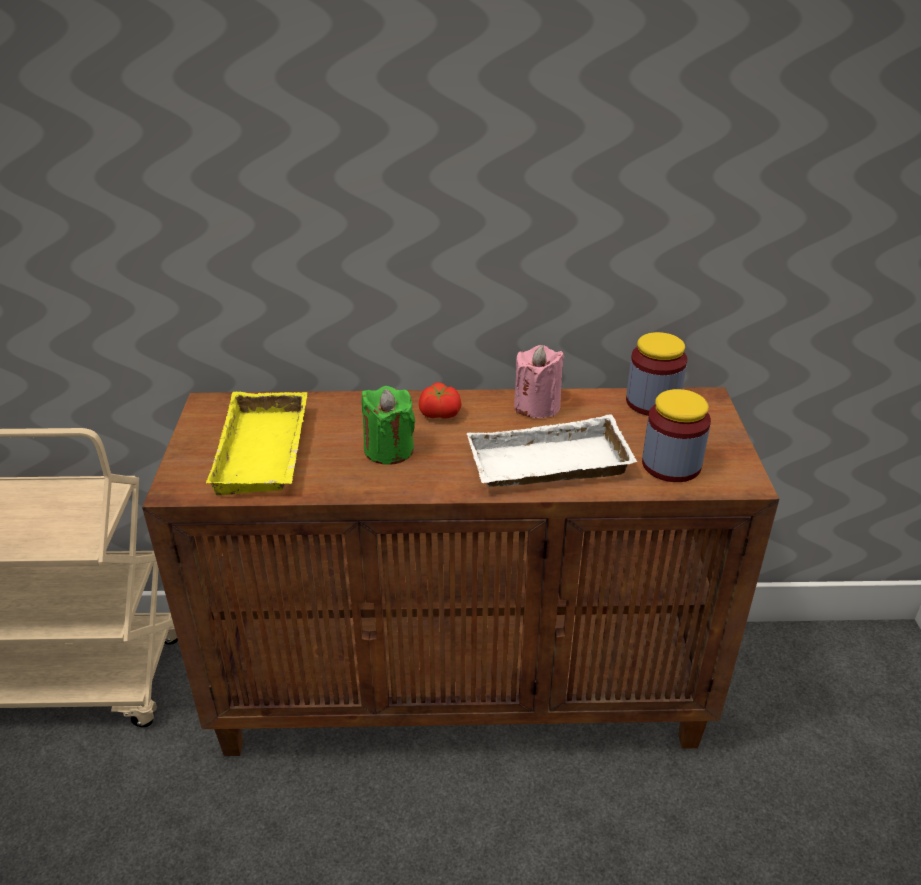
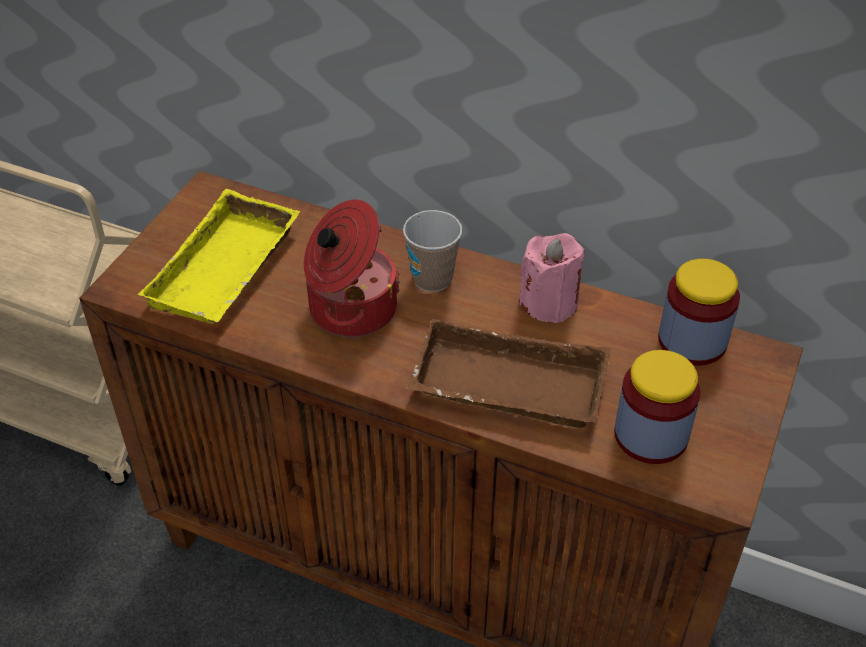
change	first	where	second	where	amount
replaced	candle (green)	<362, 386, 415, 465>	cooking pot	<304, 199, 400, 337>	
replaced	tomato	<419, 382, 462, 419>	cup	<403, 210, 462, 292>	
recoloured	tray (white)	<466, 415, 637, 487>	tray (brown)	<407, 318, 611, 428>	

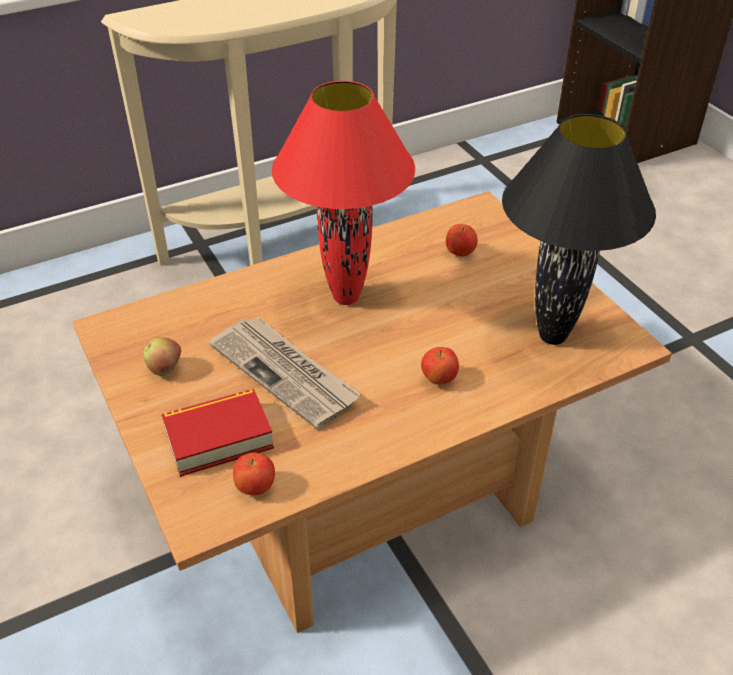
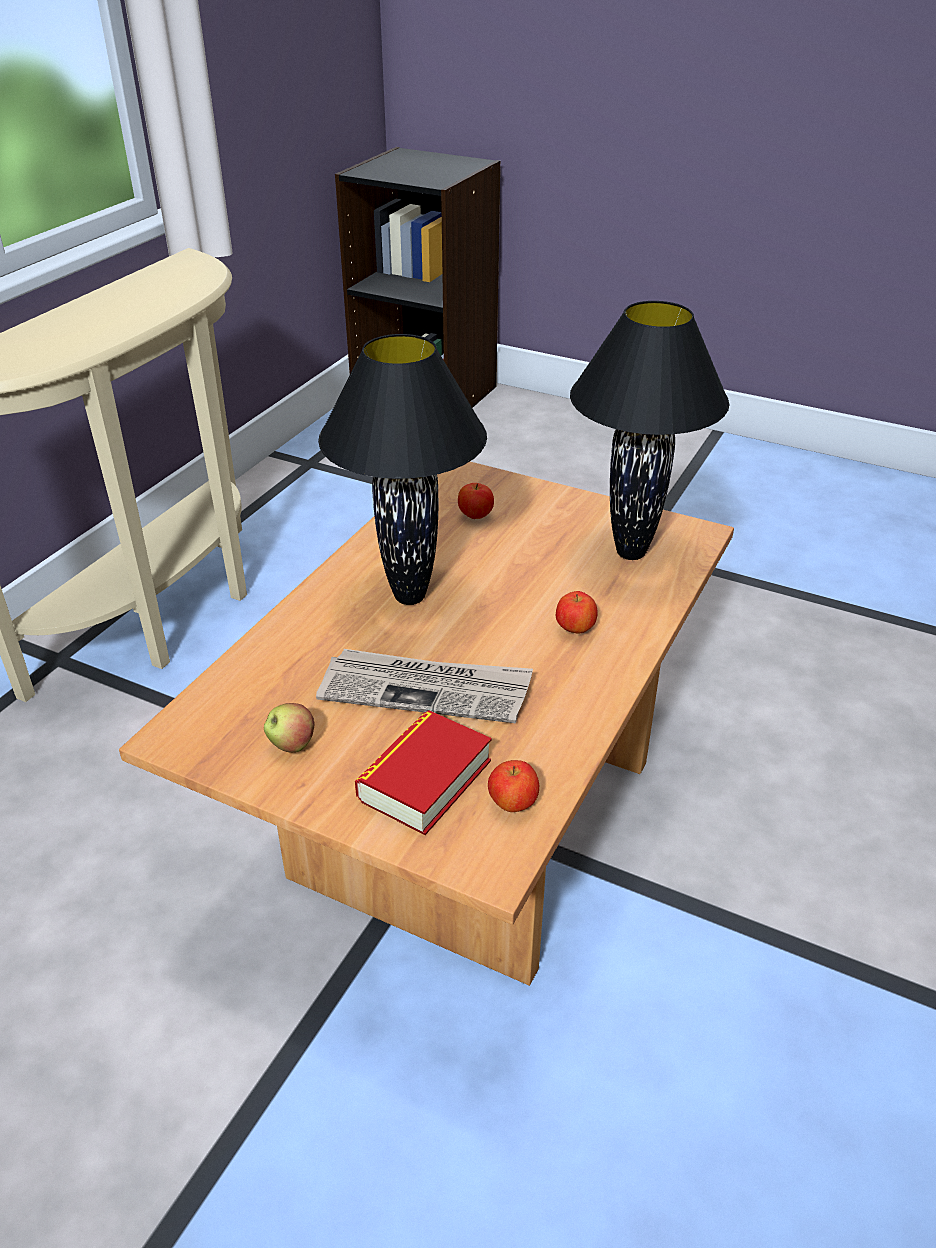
change	first	where	second	where	amount
recoloured	table lamp (red)	<272, 81, 415, 305>	table lamp (black)	<318, 334, 487, 605>	

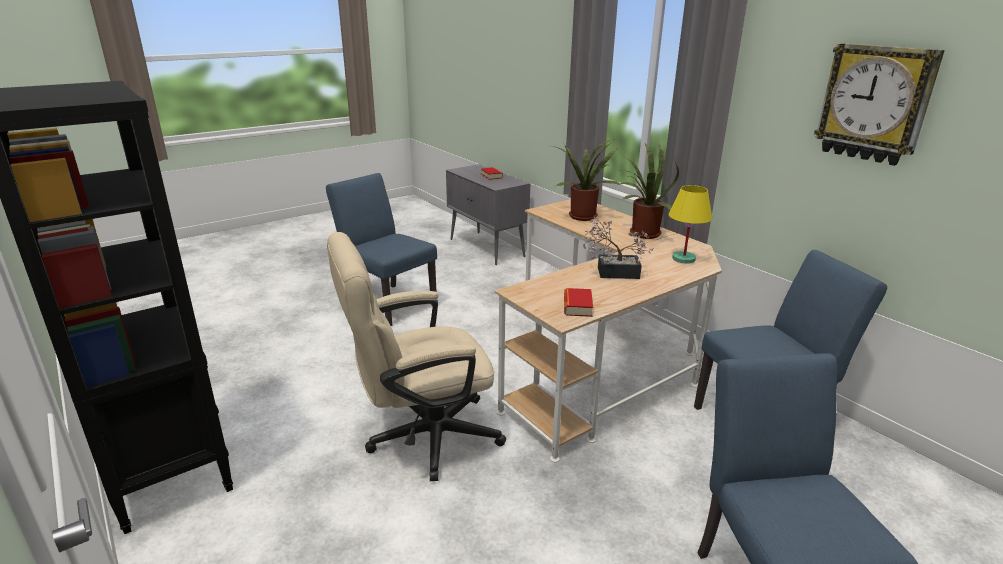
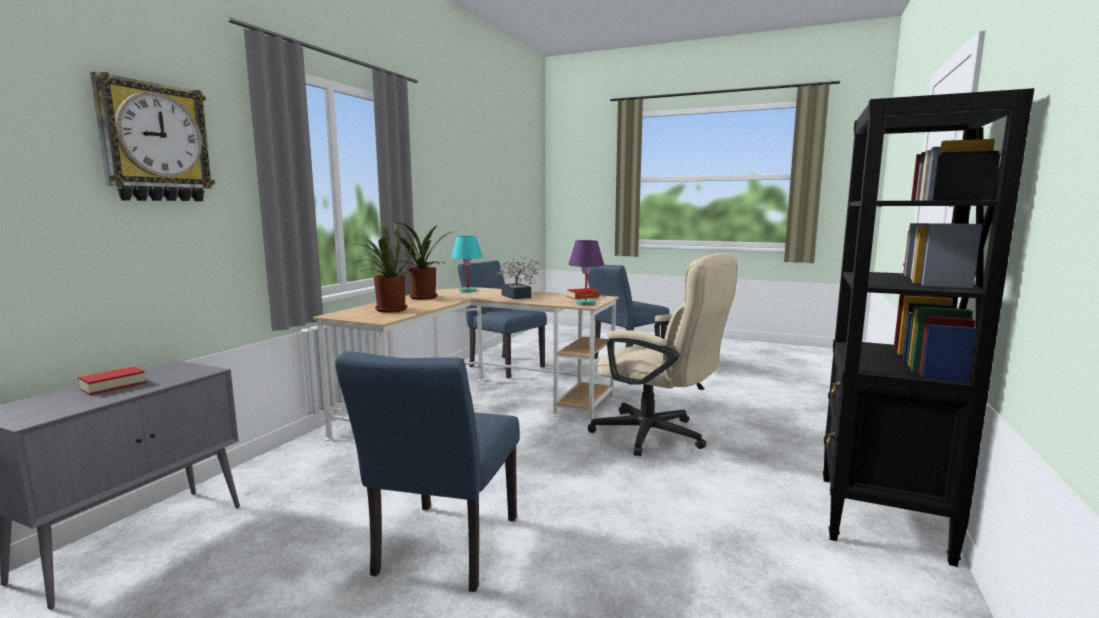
change	first	where	second	where	amount
added			table lamp (purple)	<568, 240, 604, 306>	
moved	wall clock	<814, 43, 945, 166>		<90, 72, 215, 201>	
recoloured	table lamp (yellow)	<669, 185, 712, 264>	table lamp (turquoise)	<451, 236, 483, 293>	

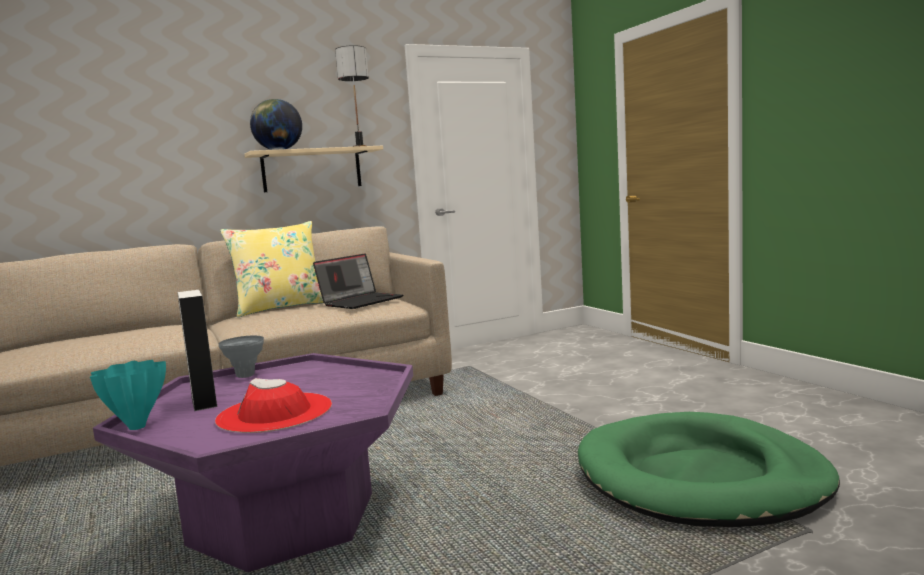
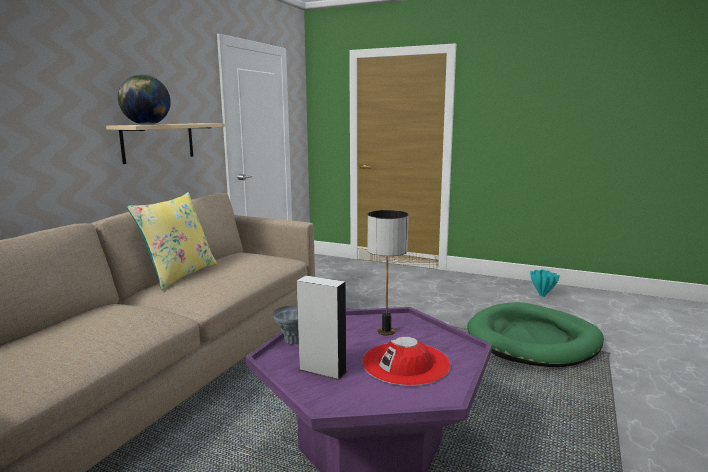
change	first	where	second	where	amount
removed	laptop	<313, 254, 403, 309>			
moved	vase (turquoise)	<90, 360, 166, 430>		<530, 269, 560, 297>	
moved	table lamp	<335, 45, 369, 147>		<368, 210, 408, 336>	

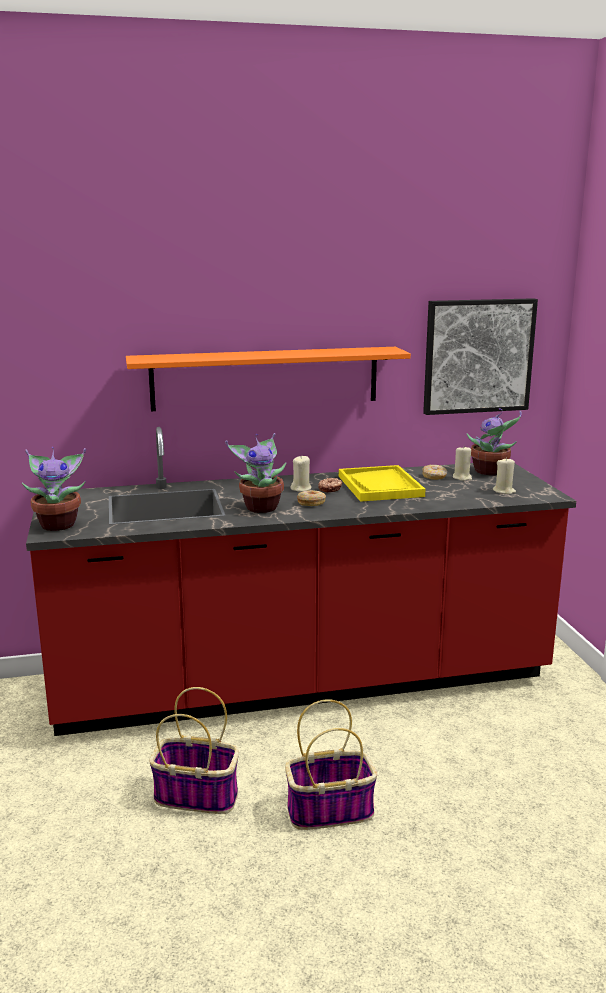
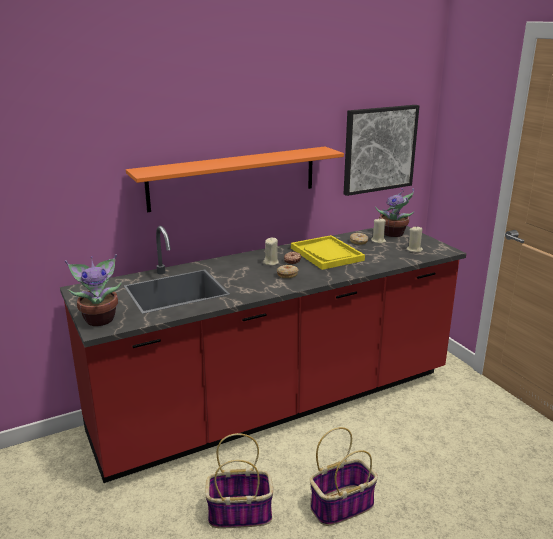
change	first	where	second	where	amount
removed	potted plant	<225, 433, 286, 513>			

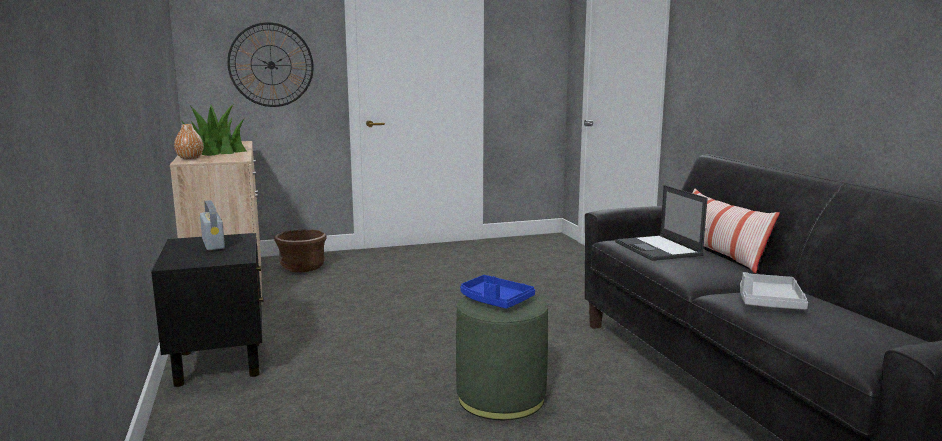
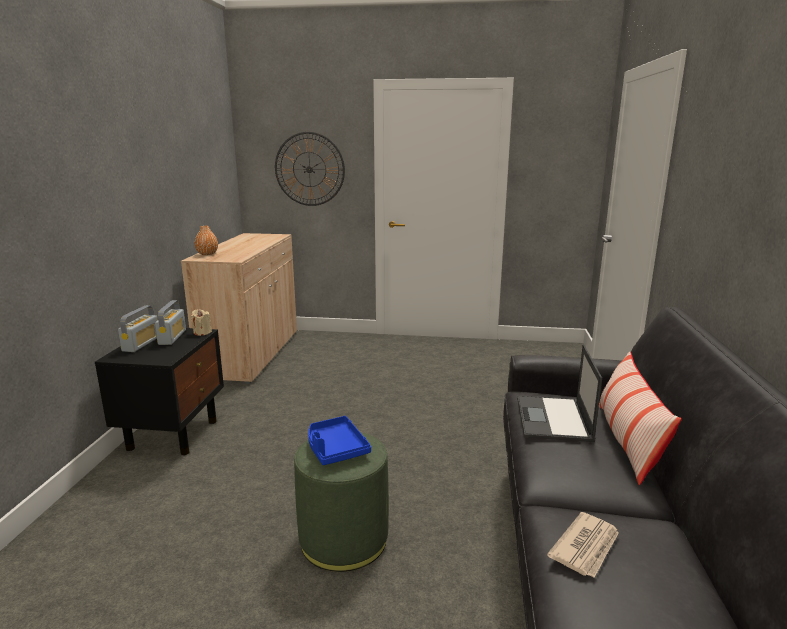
change	first	where	second	where	amount
removed	potted plant	<181, 105, 246, 156>			
removed	planter (brown)	<274, 229, 327, 272>			
added			radio	<118, 306, 157, 352>	
added			candle (beige)	<191, 309, 212, 336>	
replaced	tray (grey)	<740, 272, 808, 310>	newspaper	<547, 512, 619, 578>	

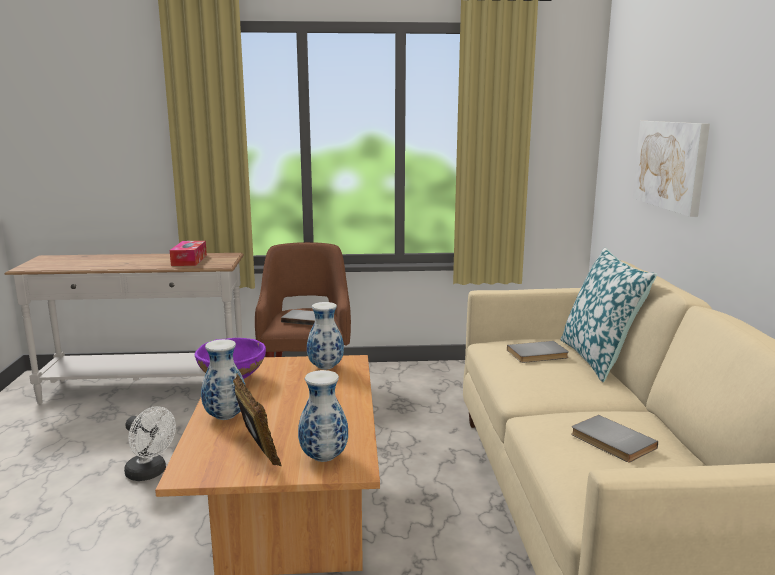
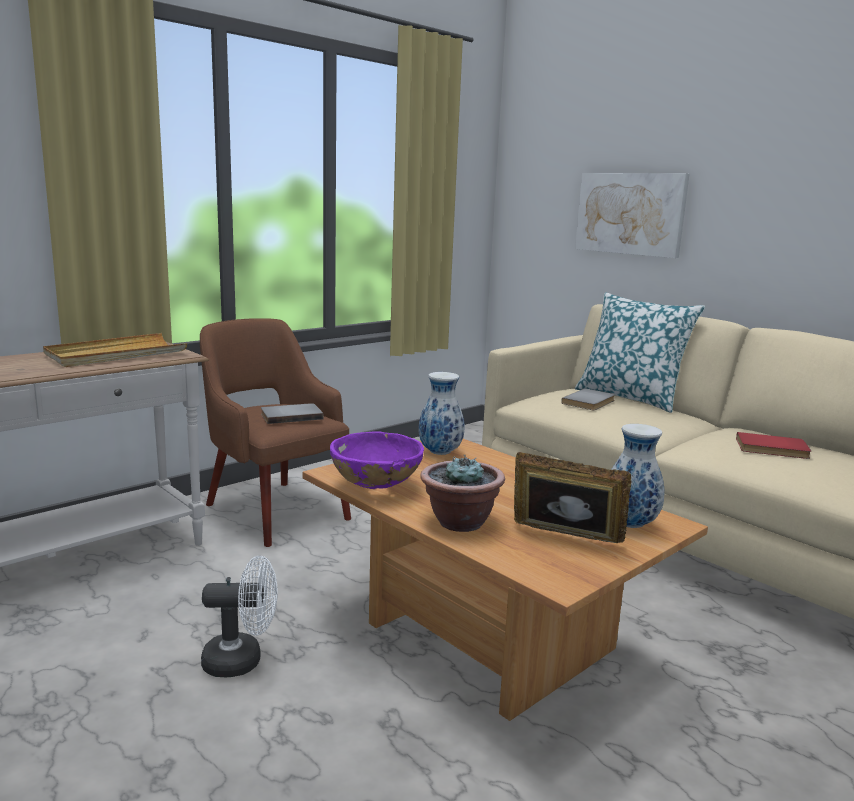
change	first	where	second	where	amount
replaced	tissue box	<170, 241, 207, 266>	tray (beige)	<43, 333, 187, 367>	
replaced	vase	<201, 339, 245, 420>	potted plant	<420, 455, 505, 532>	
recoloured	book (grey)	<571, 415, 658, 462>	book (red)	<736, 432, 811, 459>	

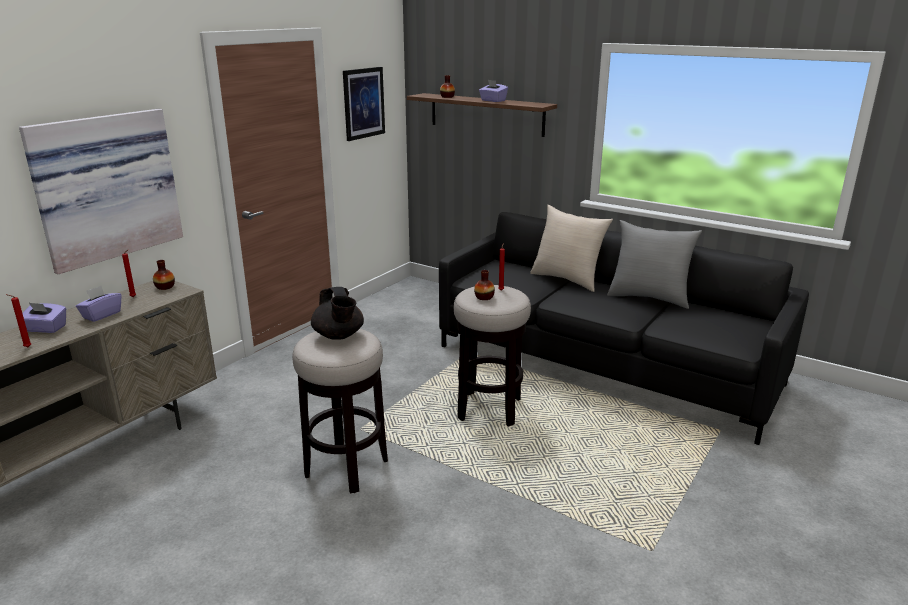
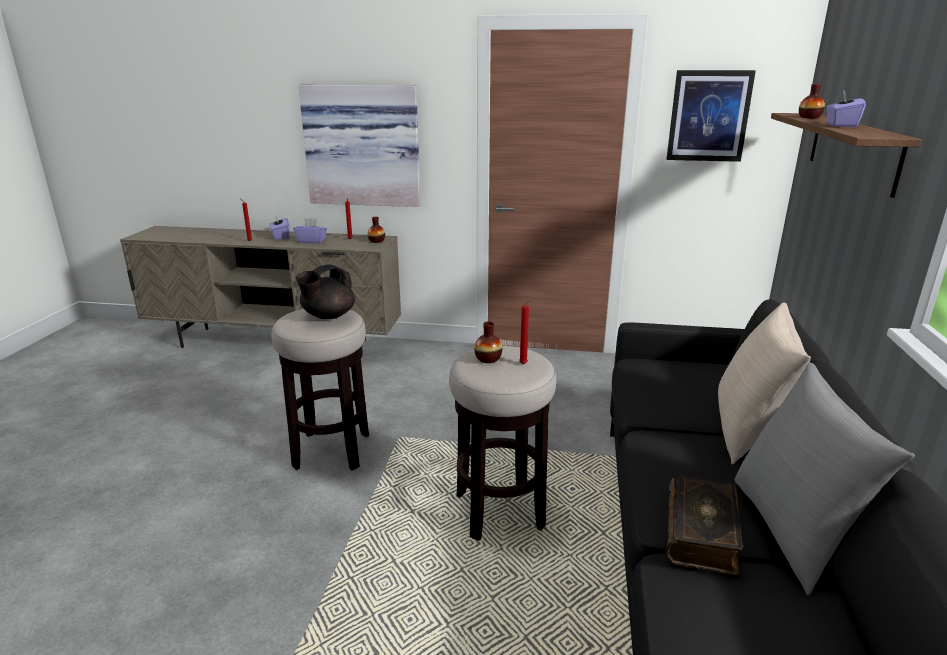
change	first	where	second	where	amount
added			book	<666, 475, 744, 575>	

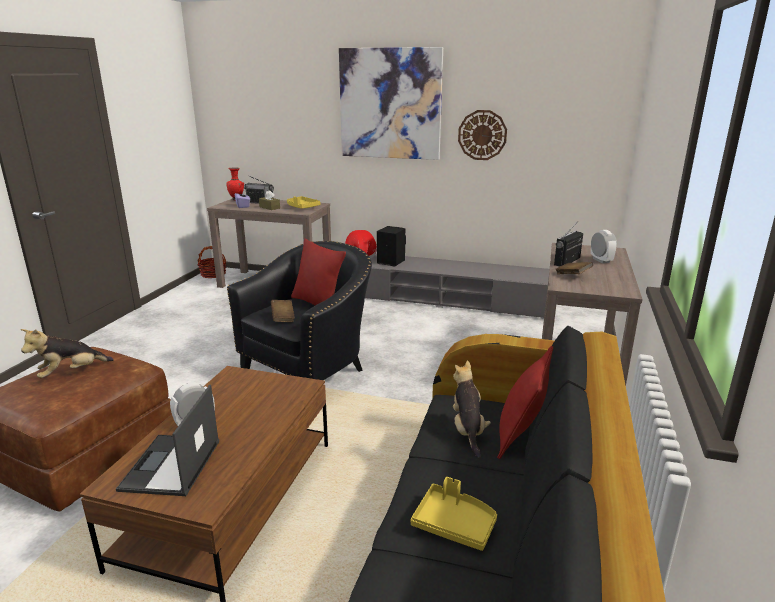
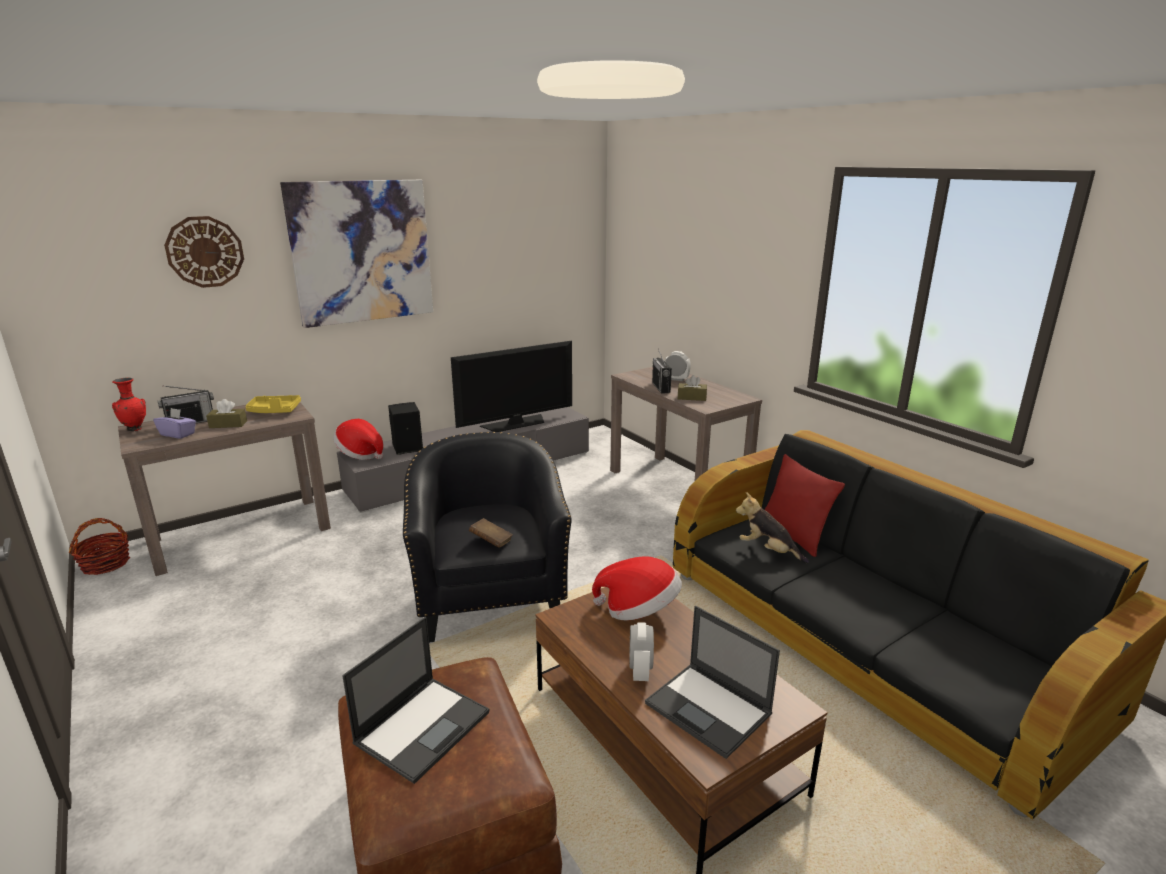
change	first	where	second	where	amount
removed	pillow (red)	<291, 238, 346, 305>			
removed	tray (yellow)	<411, 477, 497, 551>			
added			television	<451, 341, 572, 432>	
added			hat	<592, 556, 682, 621>	
moved	wall clock	<458, 110, 507, 160>		<164, 216, 244, 288>	
replaced	plush toy	<21, 329, 114, 378>	laptop	<342, 617, 489, 784>	
replaced	book (brown)	<555, 262, 593, 274>	tissue box (brown)	<678, 375, 707, 401>	

